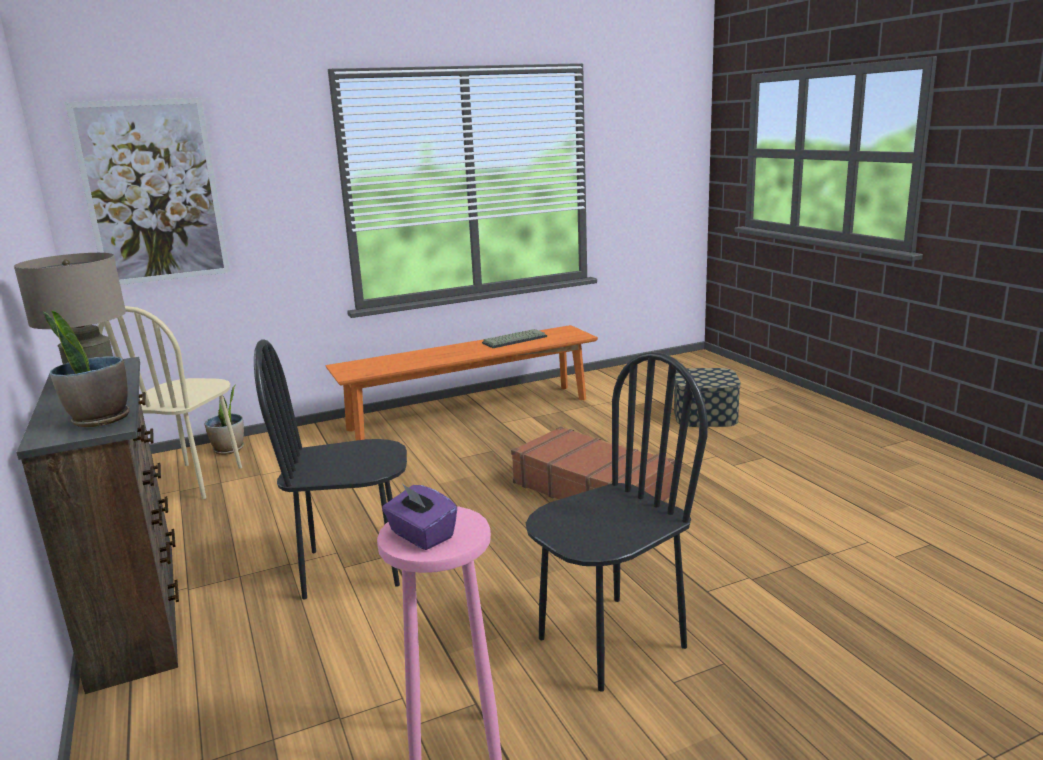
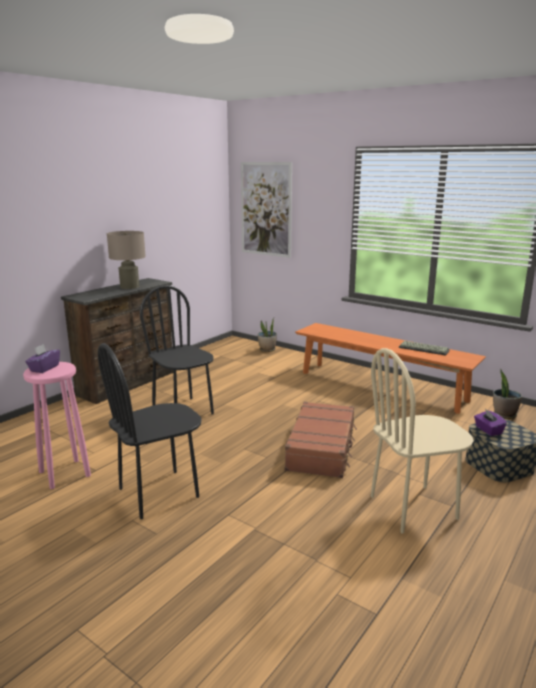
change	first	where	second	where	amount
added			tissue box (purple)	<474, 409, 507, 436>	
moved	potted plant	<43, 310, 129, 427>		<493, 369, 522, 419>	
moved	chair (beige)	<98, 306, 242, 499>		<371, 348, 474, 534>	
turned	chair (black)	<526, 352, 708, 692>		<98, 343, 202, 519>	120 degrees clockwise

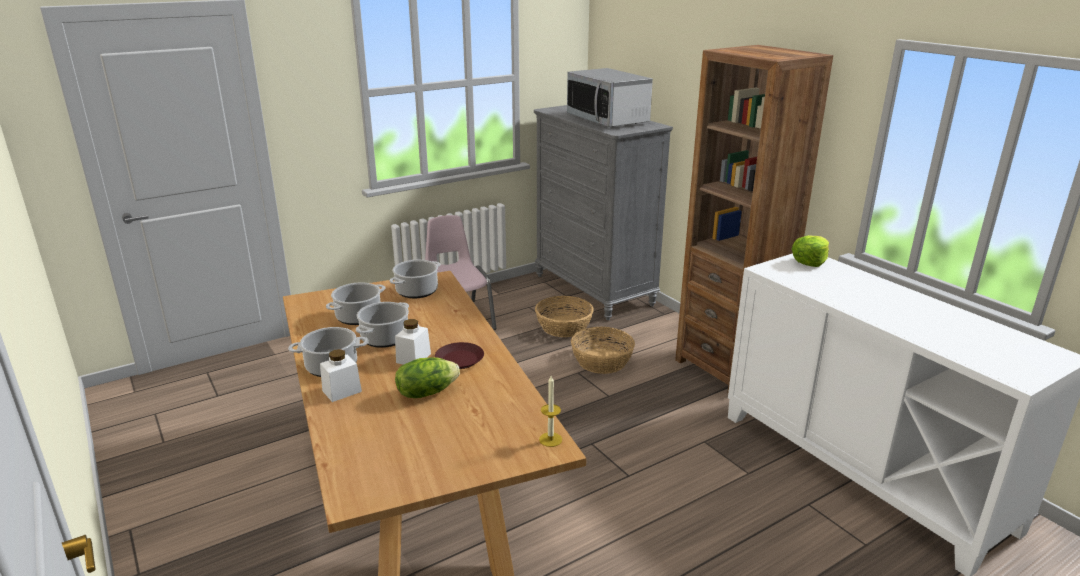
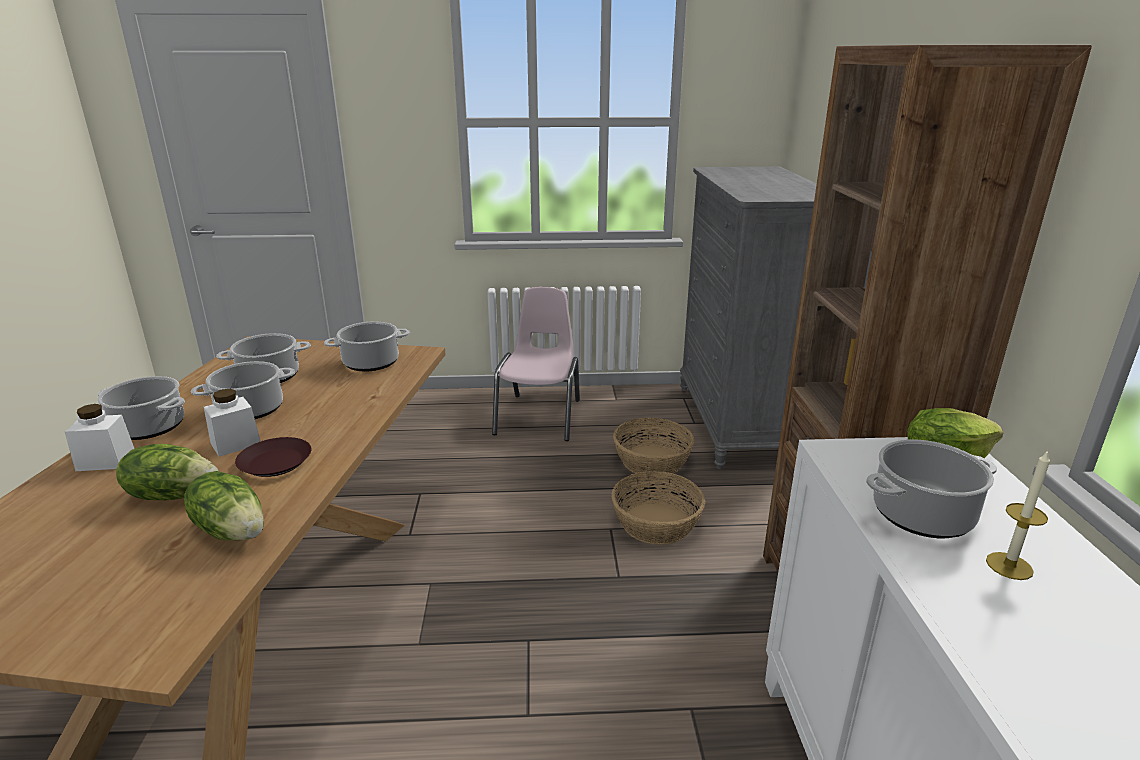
change	first	where	second	where	amount
removed	microwave	<567, 68, 653, 127>			
added			lettuce	<184, 471, 264, 541>	
added			cooking pot	<866, 439, 997, 538>	
moved	candle	<539, 376, 562, 447>		<986, 450, 1050, 580>	

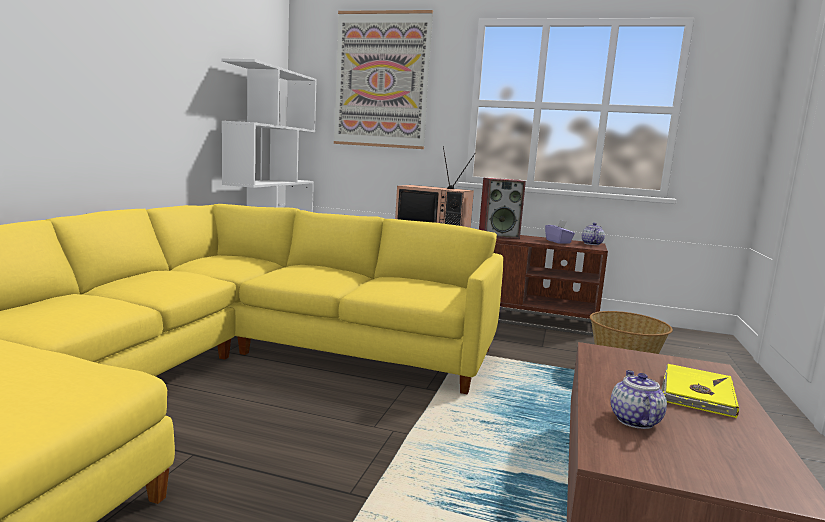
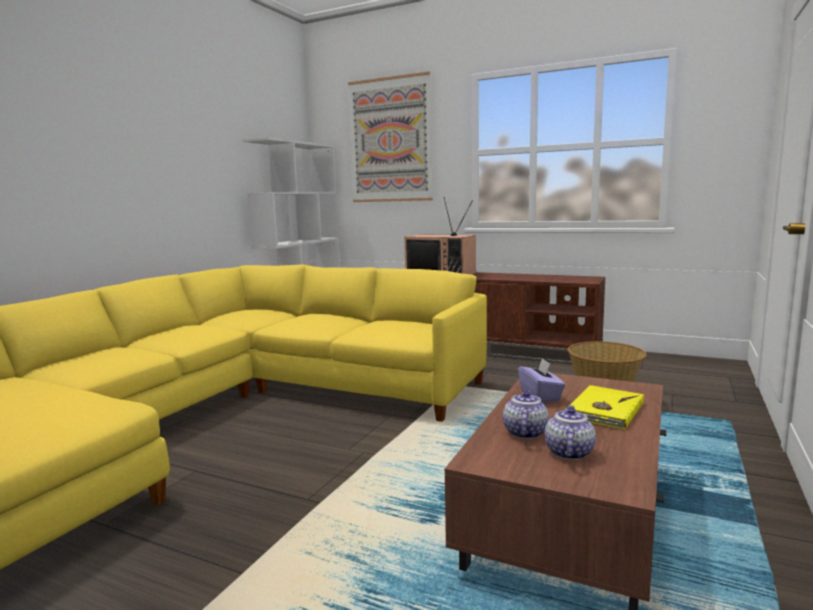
change	first	where	second	where	amount
removed	speaker	<479, 178, 526, 239>			
moved	tissue box (purple)	<545, 220, 575, 244>		<518, 358, 565, 403>	
moved	teapot	<581, 223, 605, 245>		<545, 405, 596, 460>	

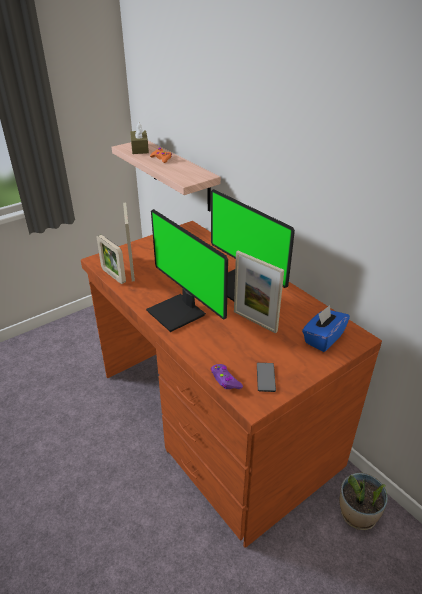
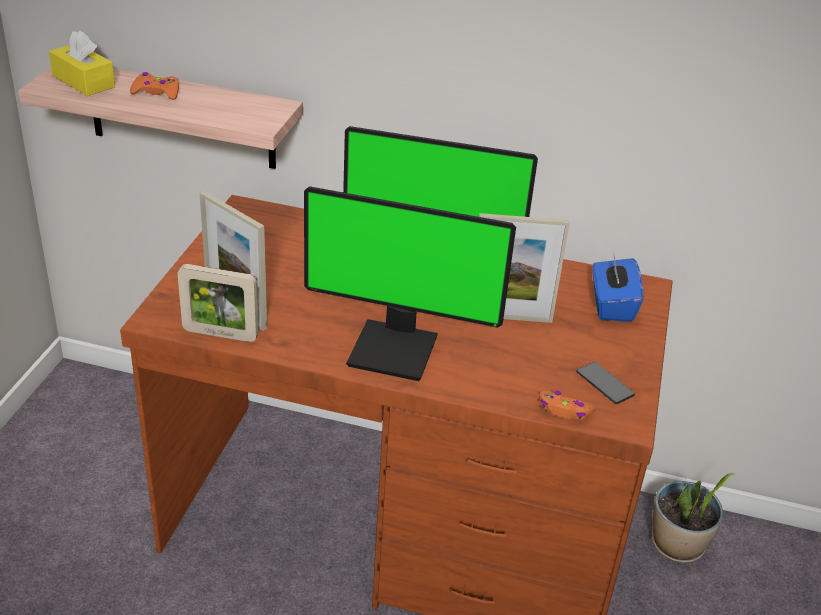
change	first	where	second	where	amount
recoloured	tissue box (brown)	<130, 123, 149, 154>	tissue box (yellow)	<49, 30, 115, 96>	
recoloured	game controller (purple)	<211, 364, 243, 389>	game controller (orange)	<539, 391, 596, 419>	

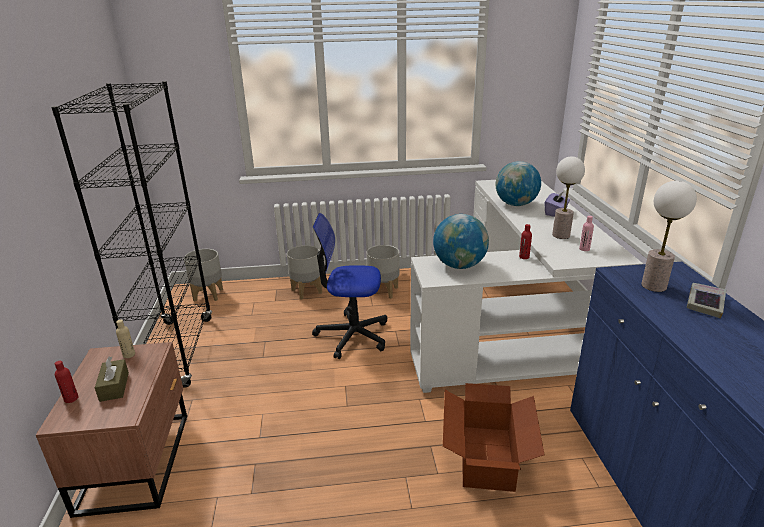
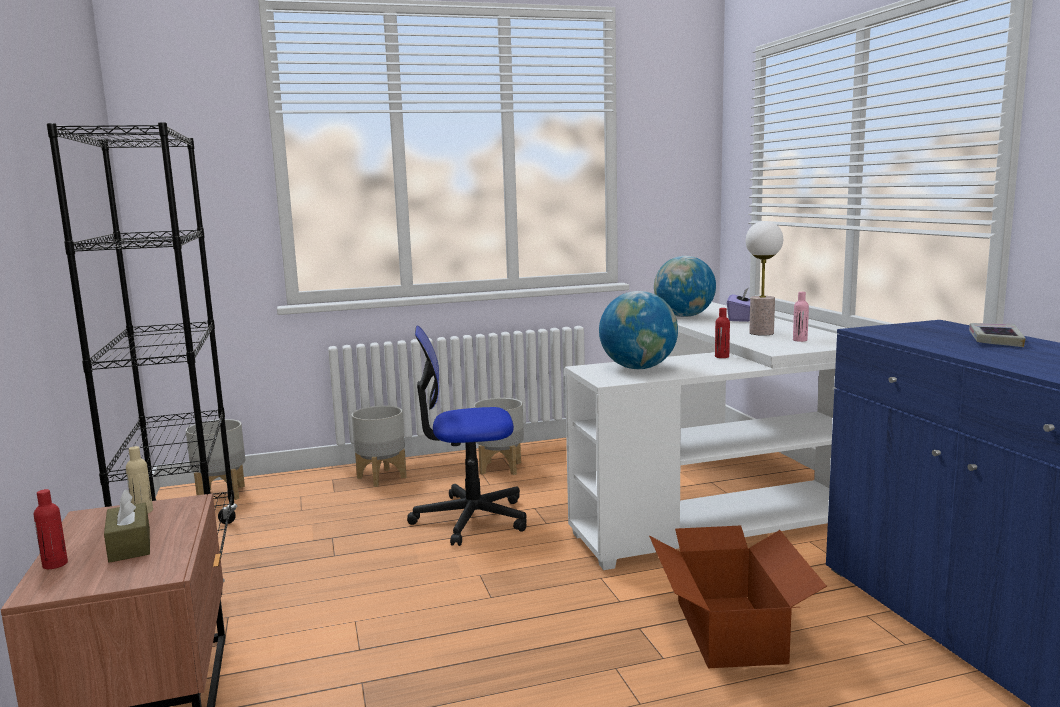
change	first	where	second	where	amount
removed	table lamp	<641, 181, 697, 292>			

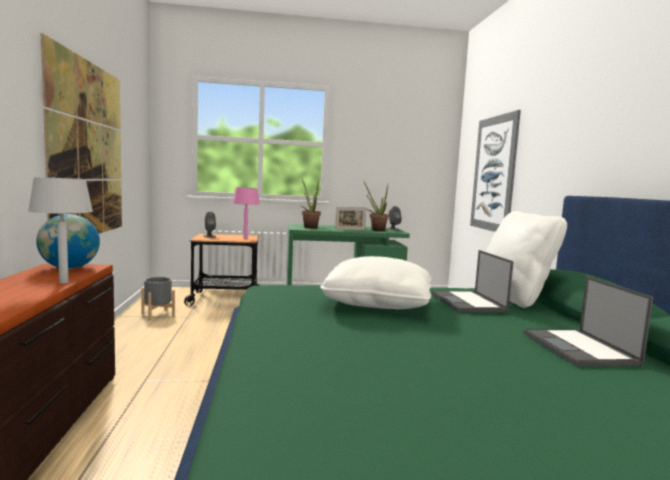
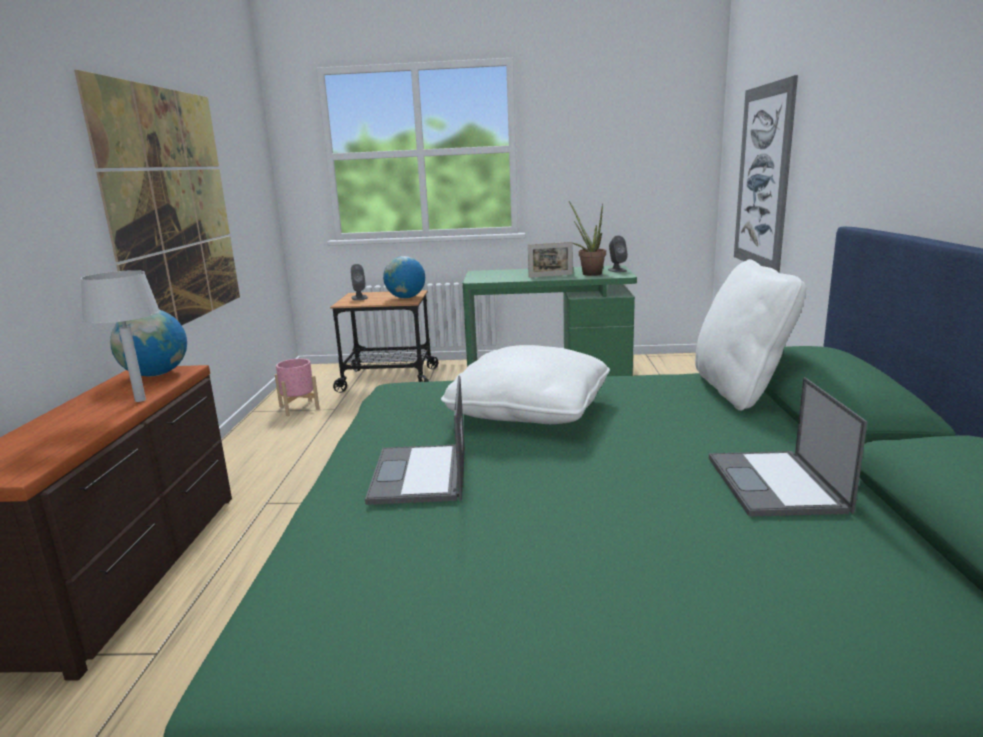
change	first	where	second	where	amount
removed	potted plant	<301, 179, 321, 229>			
moved	laptop	<431, 250, 514, 312>		<365, 375, 465, 505>	
replaced	table lamp (pink)	<233, 188, 260, 239>	globe	<383, 256, 425, 298>	
recoloured	planter (grey)	<141, 277, 175, 321>	planter (pink)	<275, 359, 320, 416>	

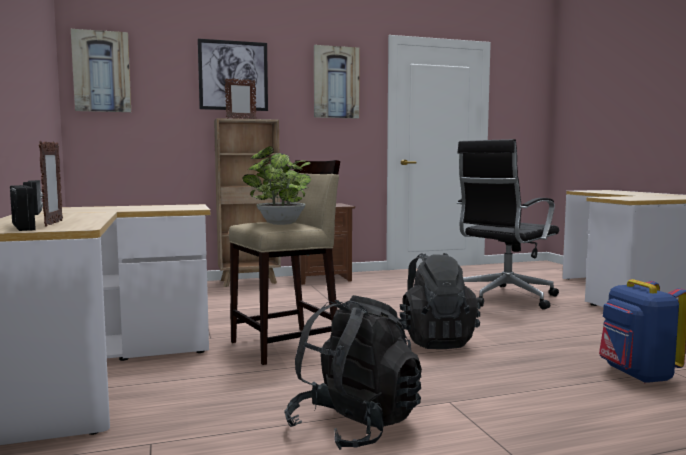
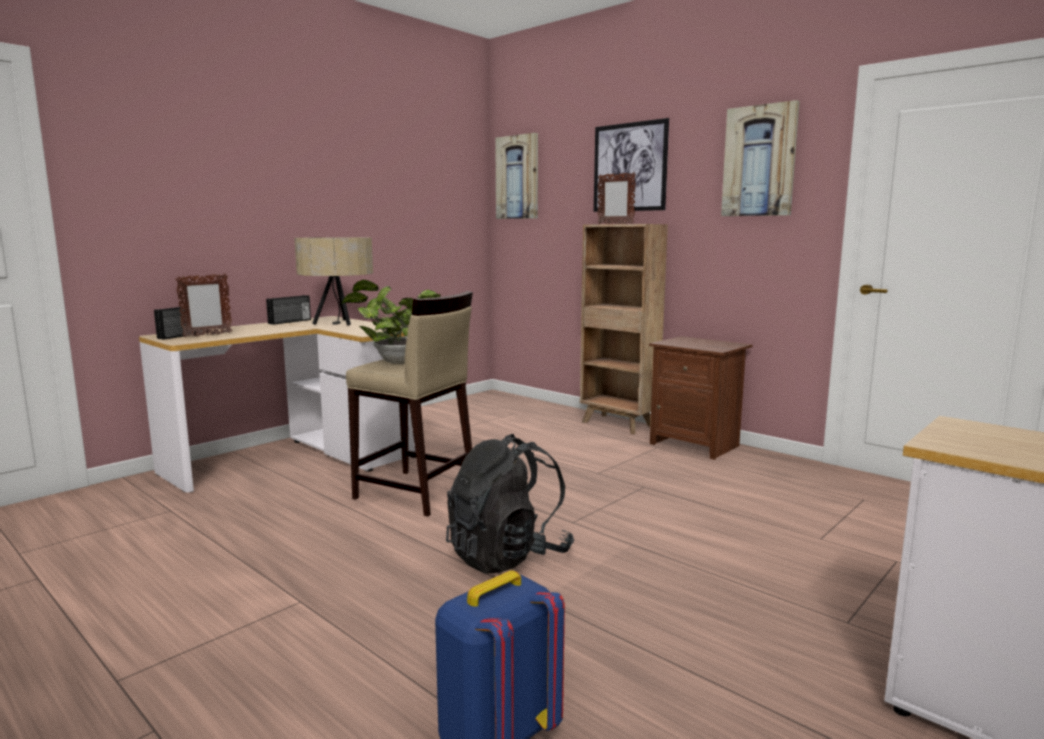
change	first	where	second	where	amount
removed	backpack (black)	<284, 295, 422, 450>			
removed	office chair (black)	<457, 139, 559, 310>			
added			table lamp (beige)	<294, 237, 373, 326>	

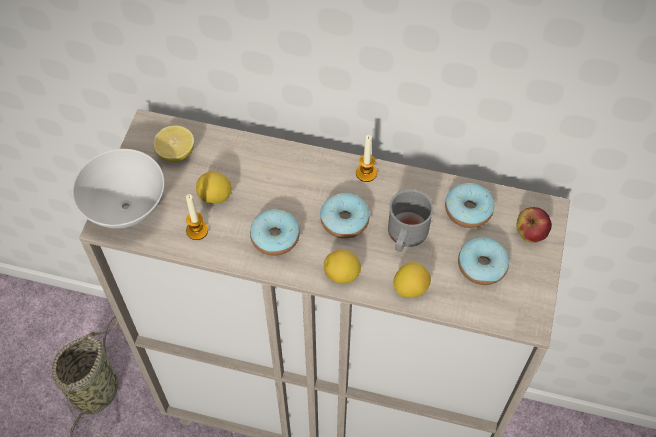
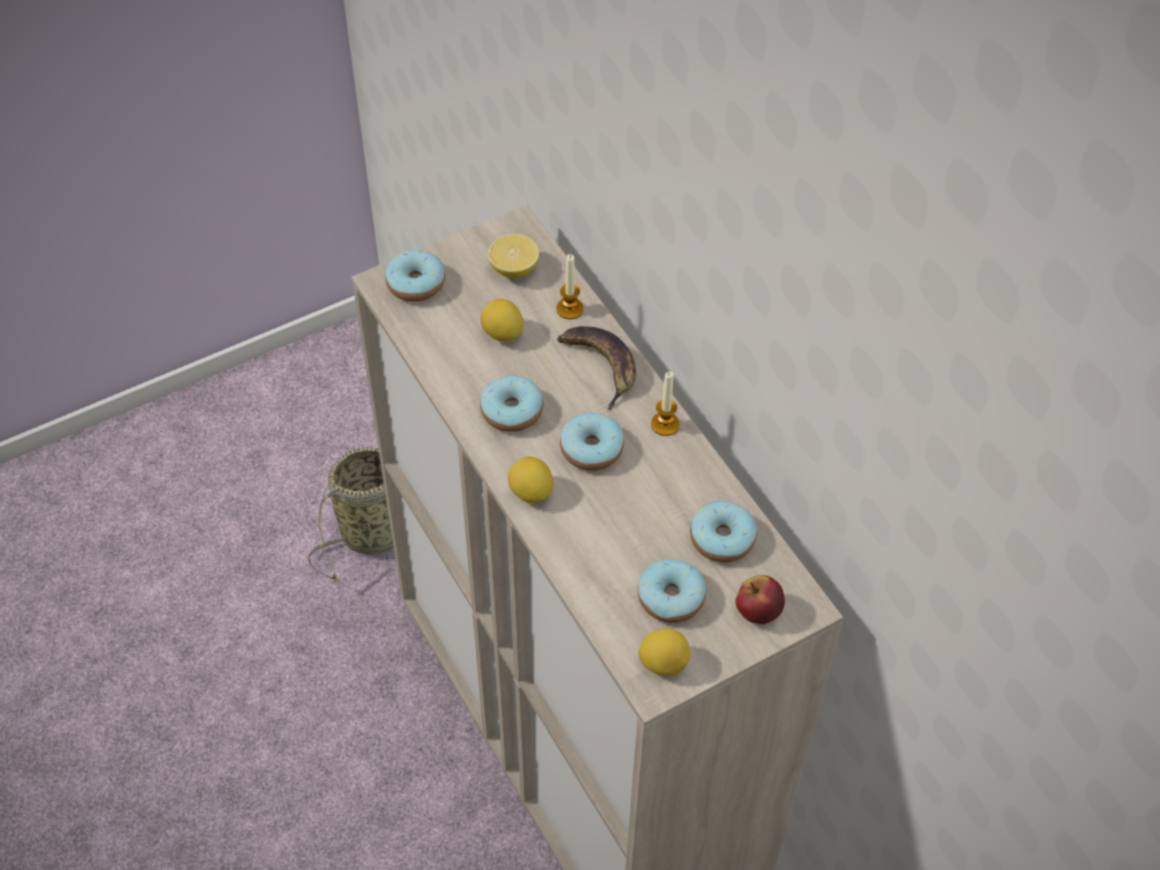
change	first	where	second	where	amount
removed	mug (grey)	<388, 189, 434, 252>			
added			banana	<557, 326, 636, 410>	
moved	candle	<186, 194, 208, 240>		<557, 254, 583, 319>	
moved	lemon	<394, 262, 431, 298>		<638, 628, 690, 676>	
replaced	bowl (white)	<72, 149, 165, 229>	donut	<385, 250, 445, 302>	

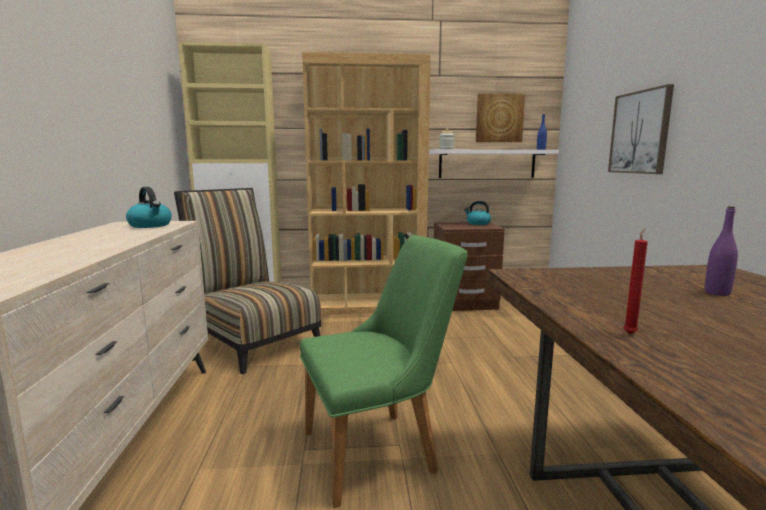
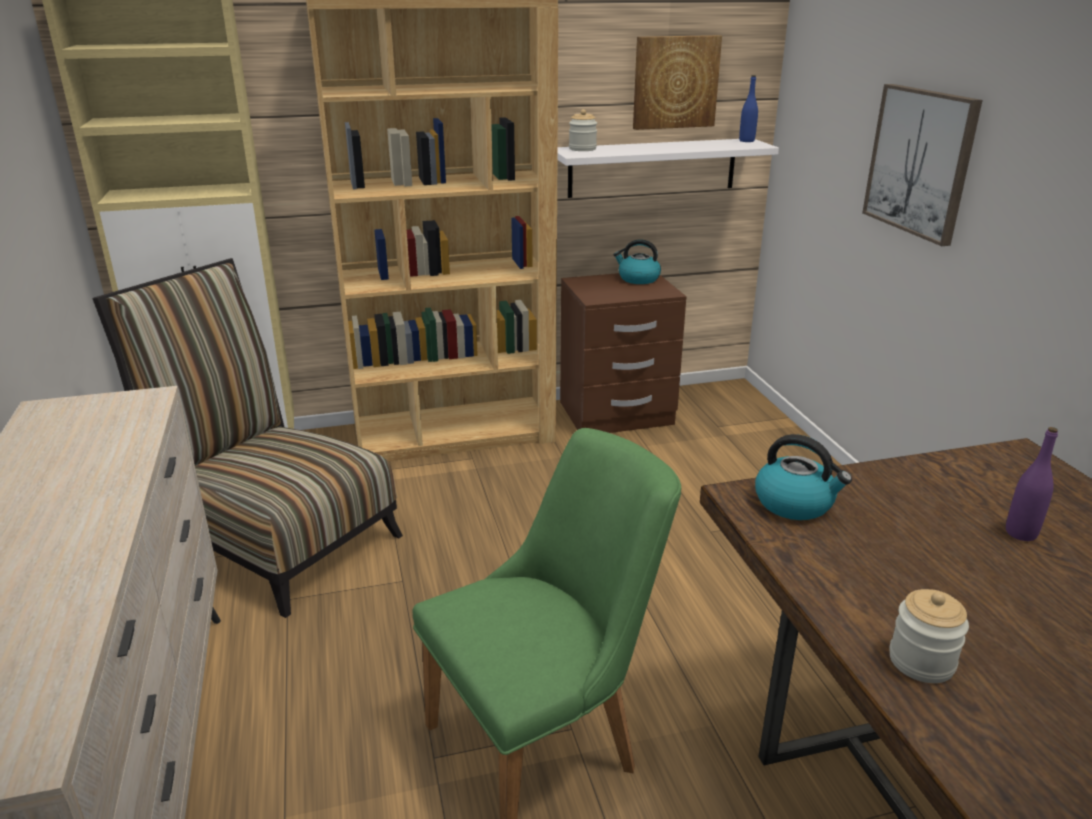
change	first	where	second	where	amount
moved	kettle	<126, 187, 172, 228>		<755, 434, 852, 520>	
replaced	candle (red)	<623, 228, 648, 334>	jar	<889, 589, 969, 683>	

